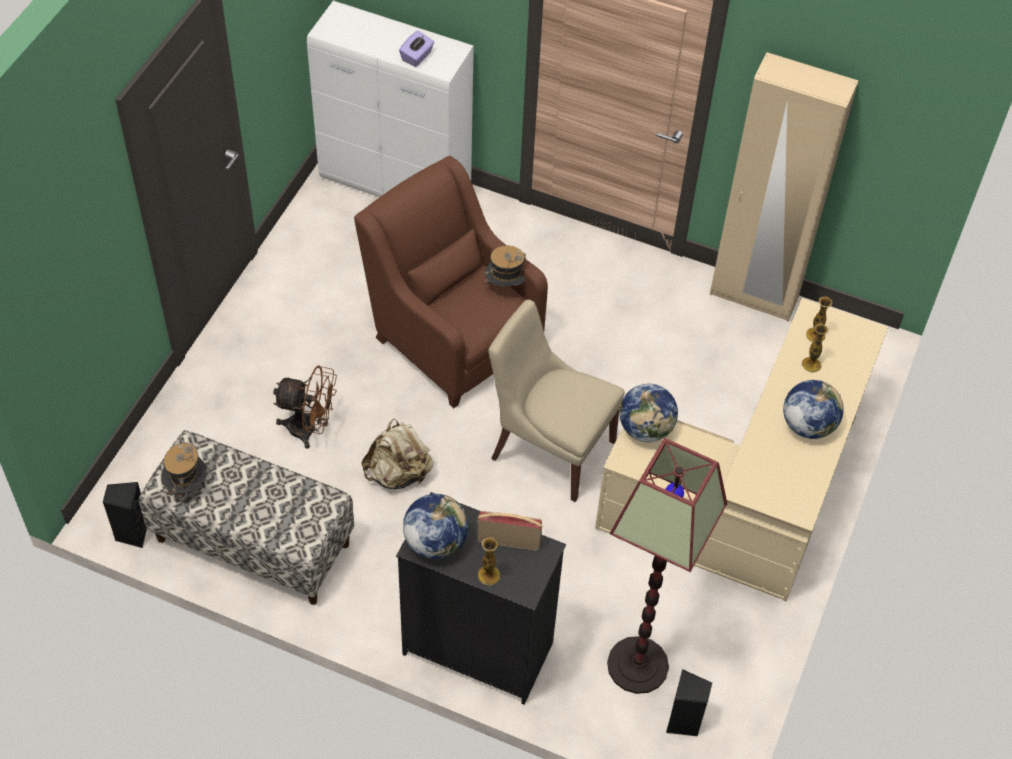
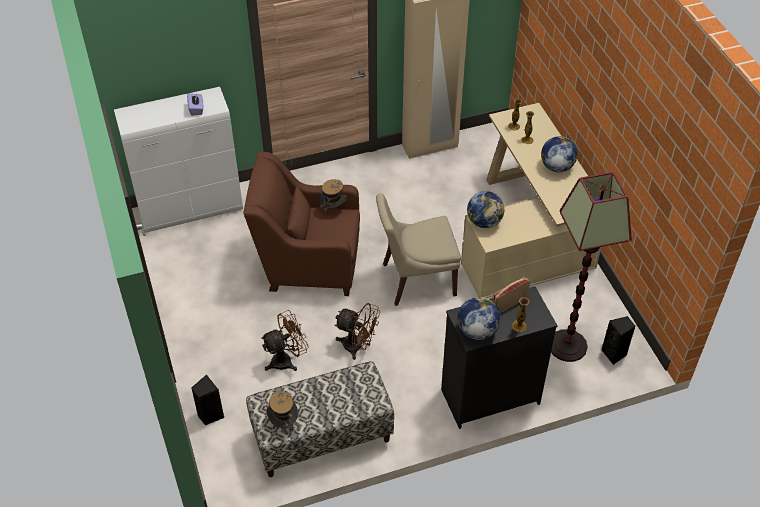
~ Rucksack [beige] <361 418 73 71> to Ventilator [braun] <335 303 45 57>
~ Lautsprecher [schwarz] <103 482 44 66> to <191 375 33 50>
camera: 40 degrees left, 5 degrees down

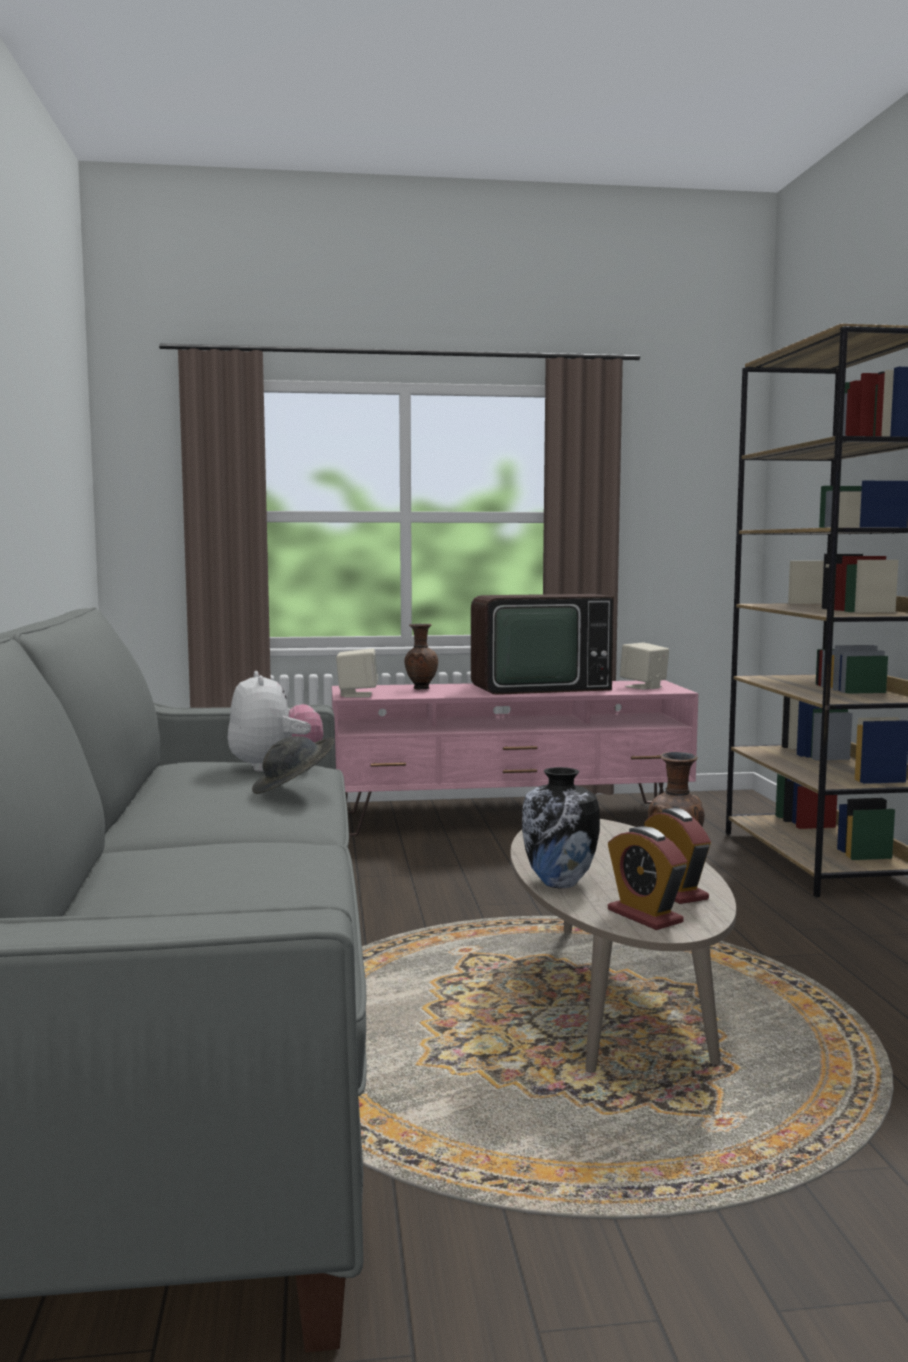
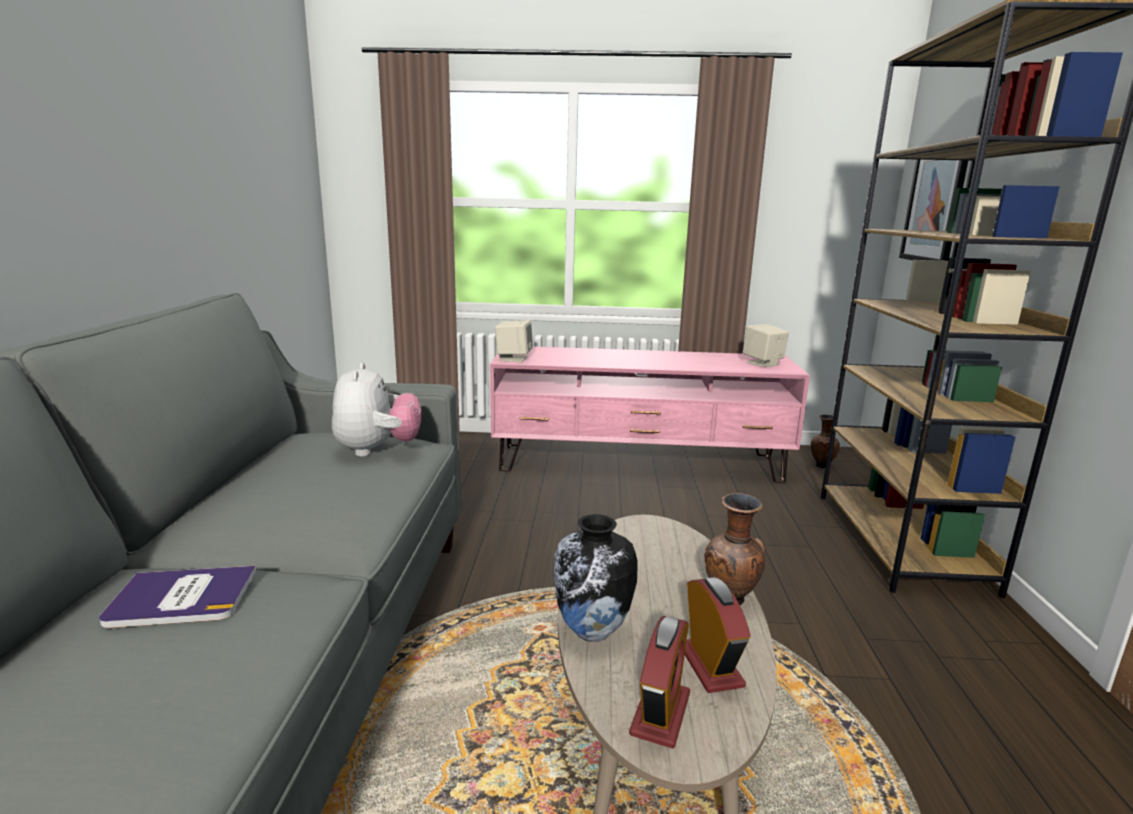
- Fernseher <471 594 143 101>
~ Vase [braun] <405 624 33 66> to <811 414 29 54>
- Hut [grau] <252 736 82 58>
~ Wecker <608 826 80 104> = <629 616 61 133> 135 degrees counterclockwise
+ Bild <899 137 69 124>
+ Buch <99 566 157 62>
camera: 10 degrees right, 10 degrees up

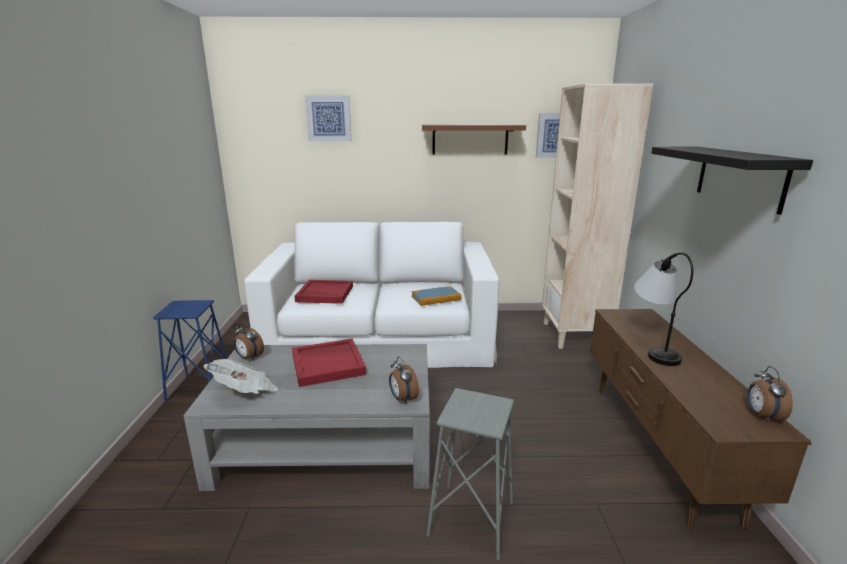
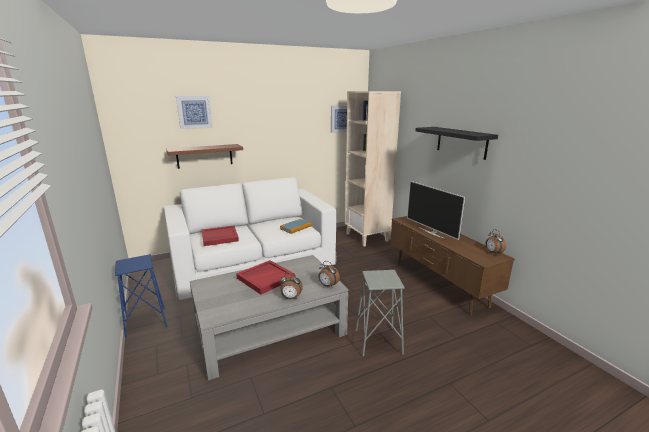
~ Wandregal [braun] <422 125 104 30> to <167 144 76 25>
~ Tischlampe <634 252 59 114> to Fernseher <407 181 58 59>
~ Wecker <233 322 31 39> to <280 272 23 27>
- Zeitung <204 359 74 35>
camera: 25 degrees left, 0 degrees up

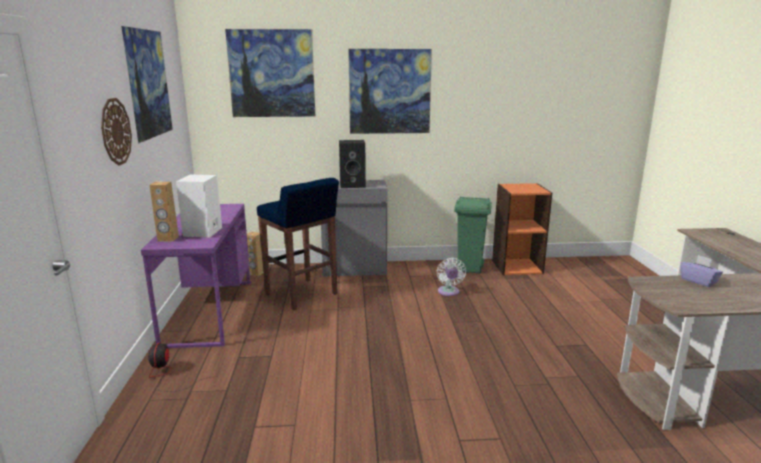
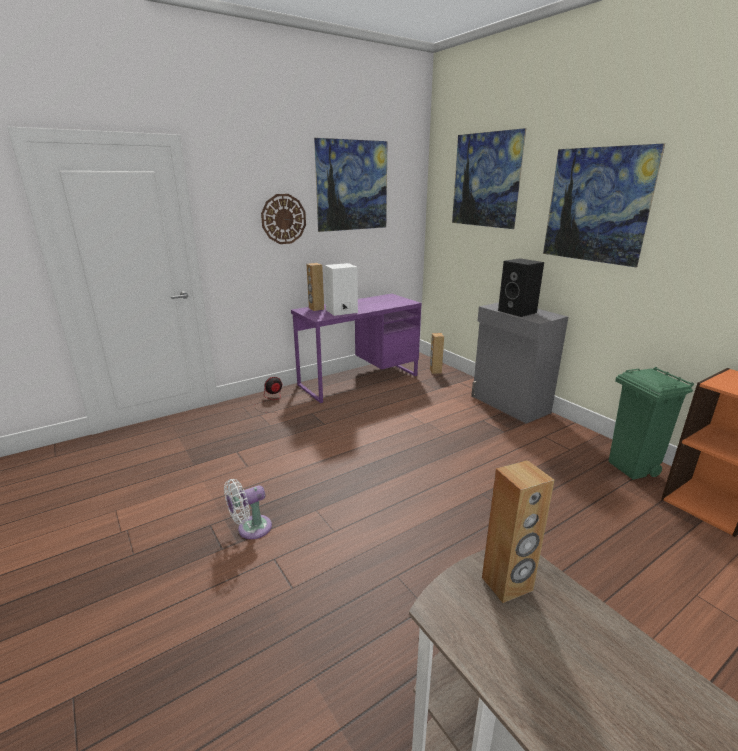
- Hocker [blau] <257 178 82 132>
- Taschentuchbox [lila] <680 255 43 32>
~ Ventilator [weiß] <437 258 29 38> to <224 479 48 60>
+ Lautsprecher [braun] <482 460 72 143>
camera: 60 degrees right, 5 degrees up

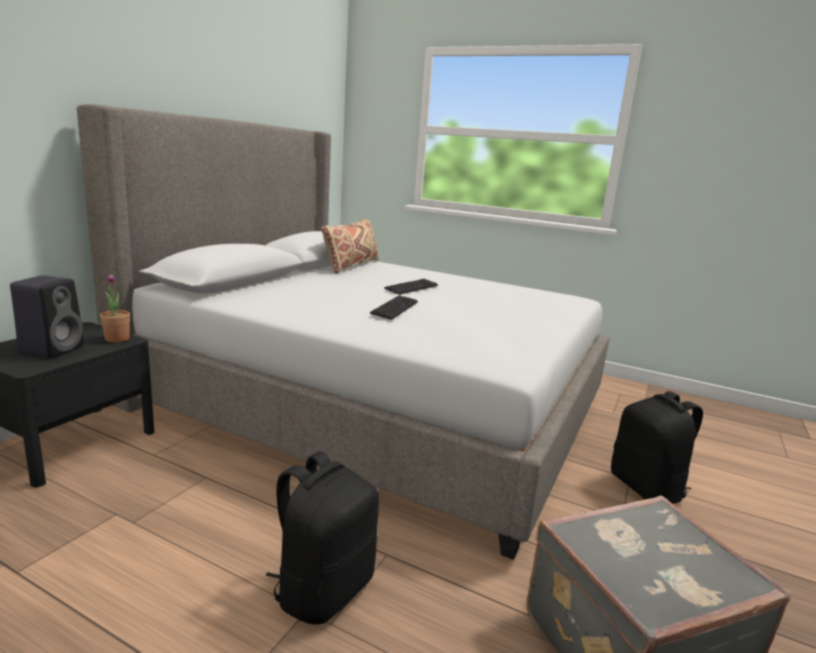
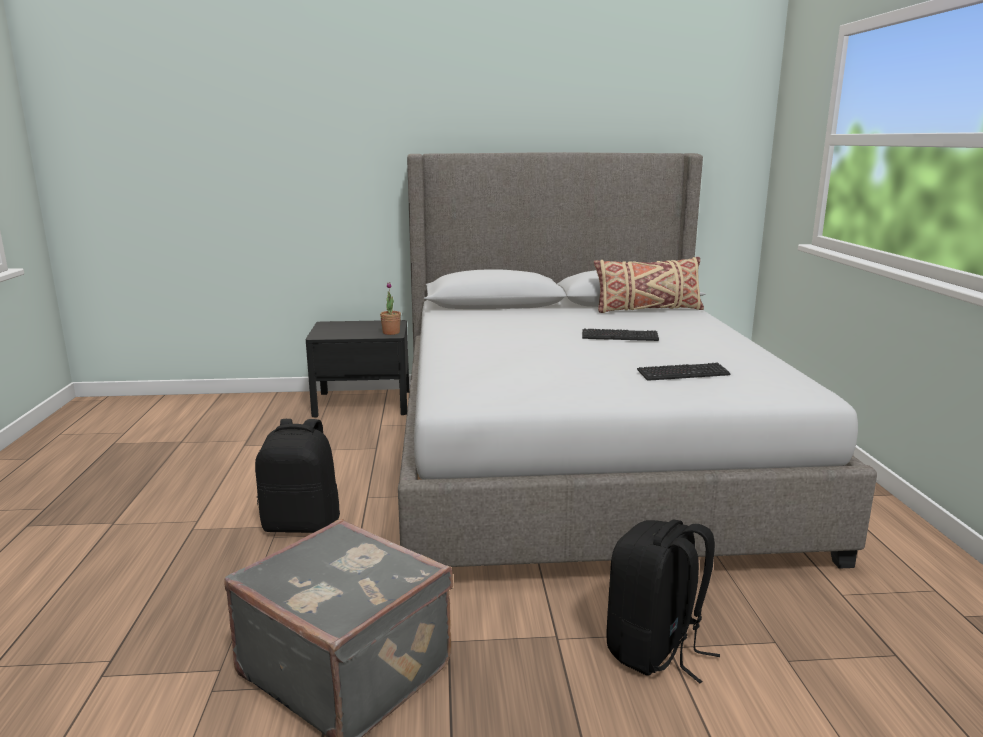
- Lautsprecher [schwarz] <10 275 74 83>
~ Tastatur <370 295 48 25> to <637 362 94 19>
camera: 60 degrees right, 0 degrees up

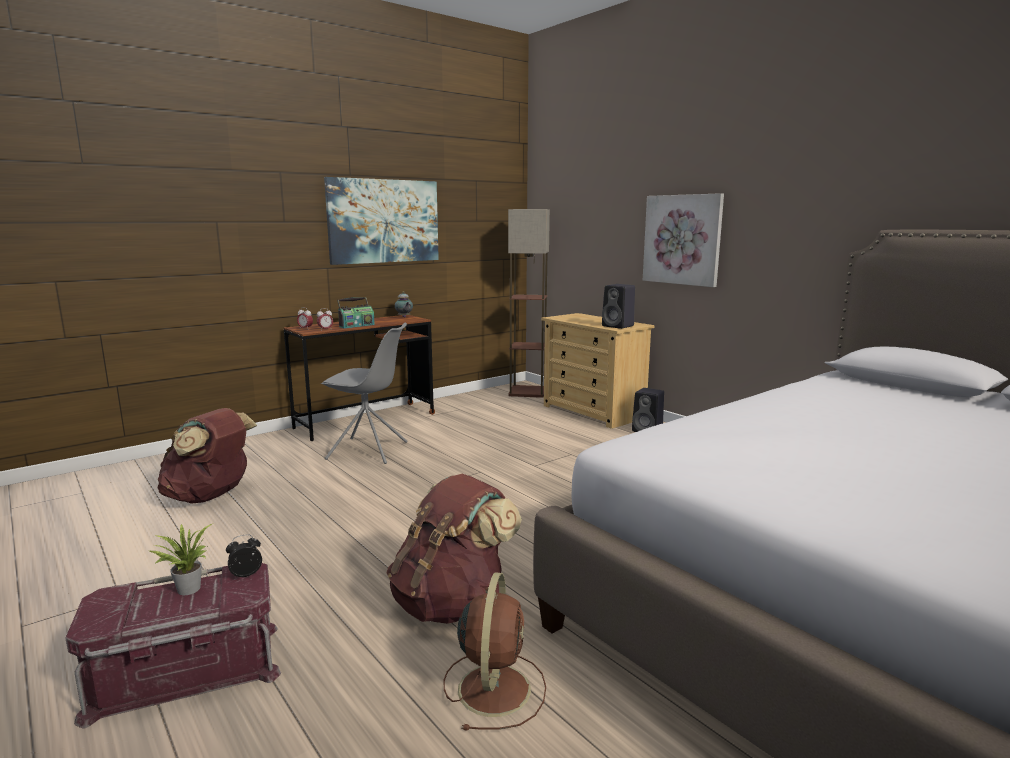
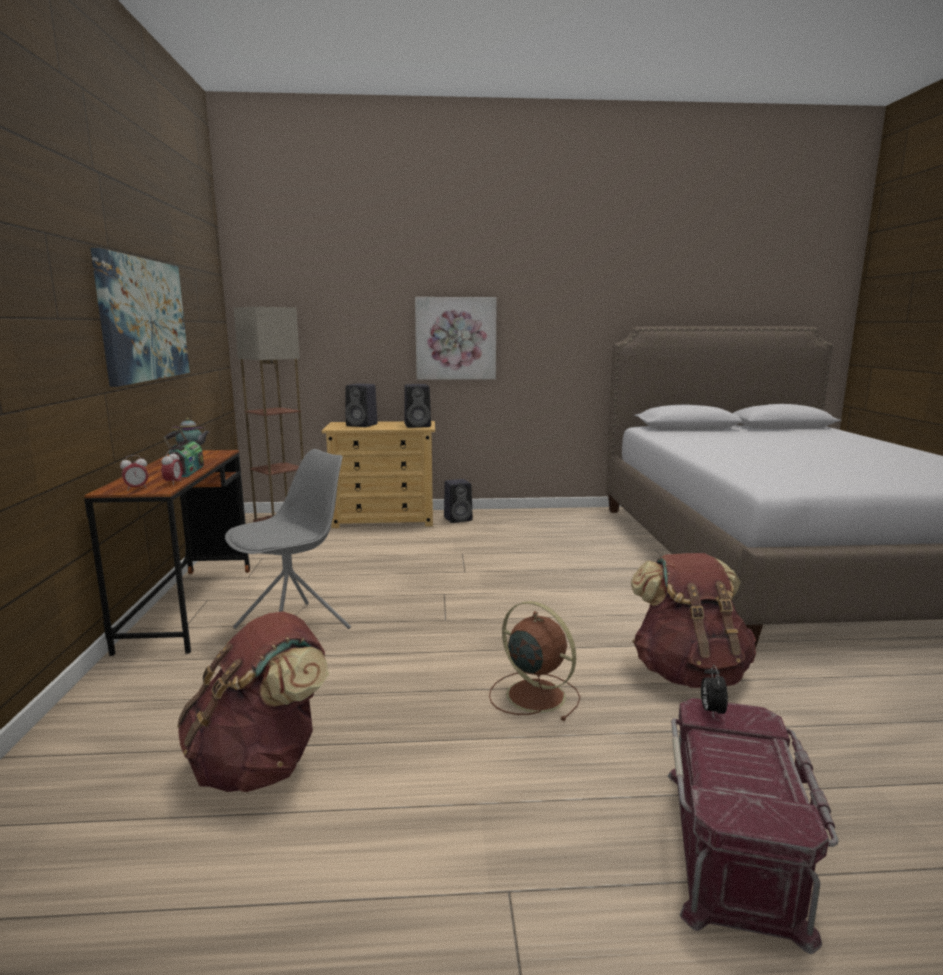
- Topfpflanze <150 523 64 72>
~ Ventilator [braun] <443 572 103 159> to <489 601 92 120>
+ Lautsprecher [schwarz] <345 383 33 44>
camera: 55 degrees left, 0 degrees up

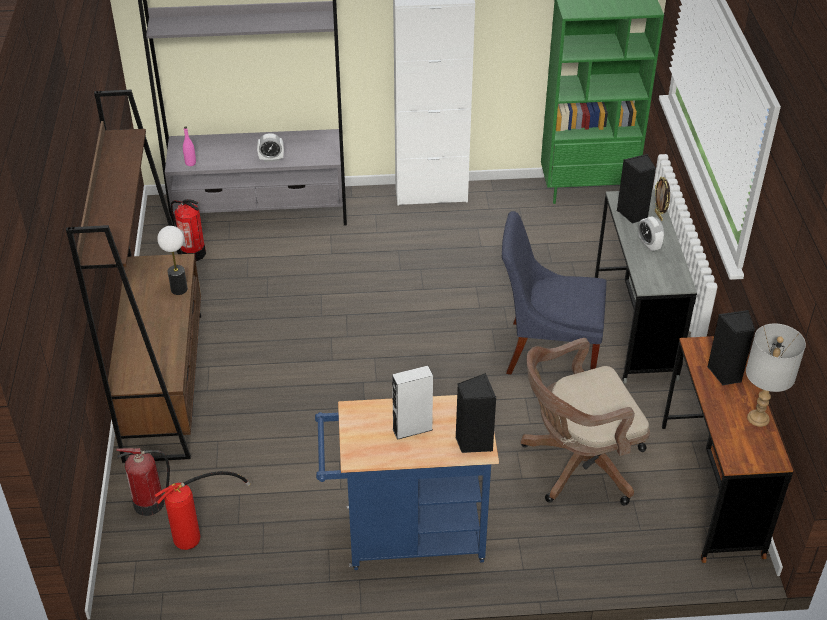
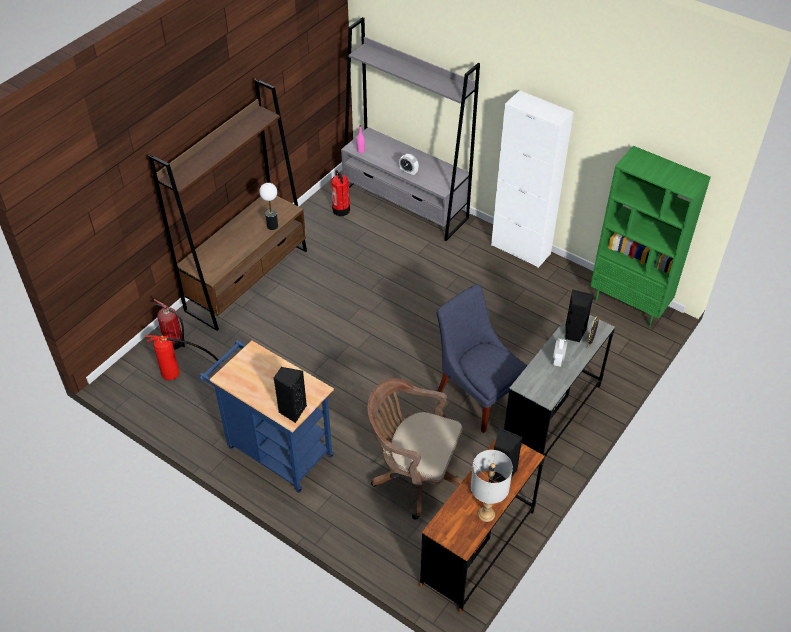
- Lautsprecher [grau] <392 365 41 75>
camera: 40 degrees right, 5 degrees up

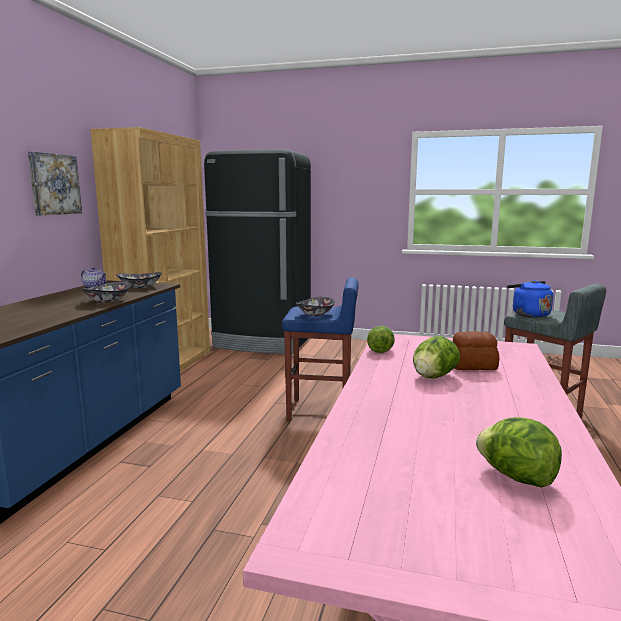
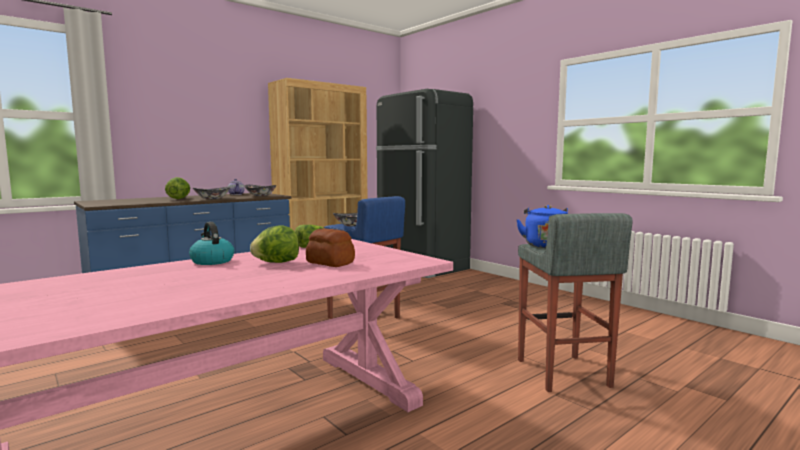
- Bild <28 151 54 64>
~ Salatkopf <476 417 86 71> to <165 177 25 22>
+ Wasserkessel <189 222 45 43>
camera: 35 degrees right, 5 degrees down

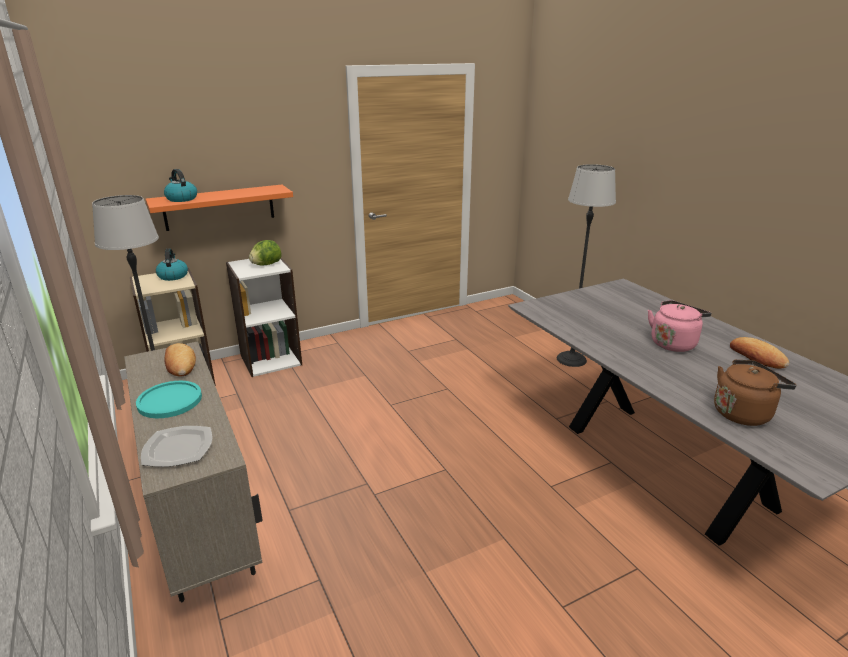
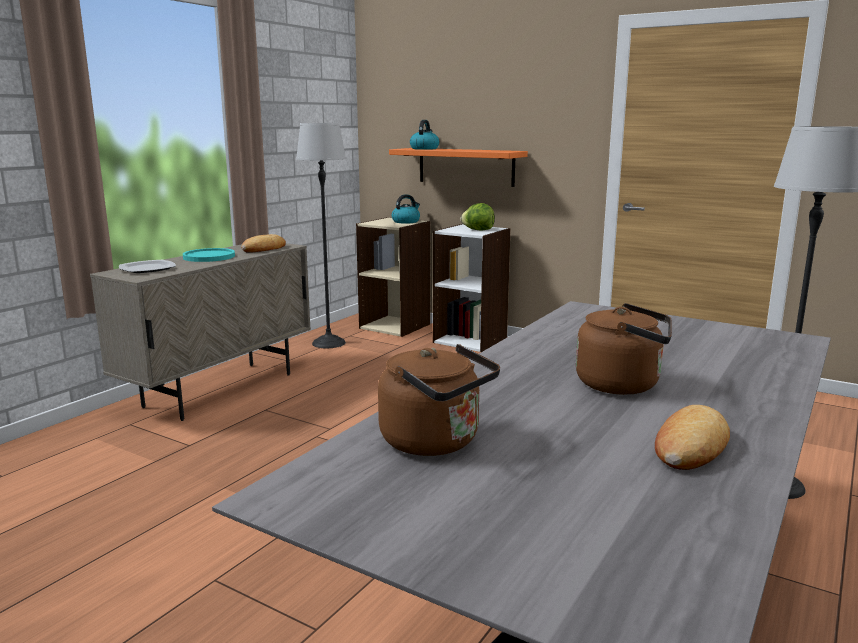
~ Wasserkessel [rosa] <648 300 63 52> to Wasserkessel [braun] <576 303 96 92>
camera: 60 degrees right, 10 degrees down

